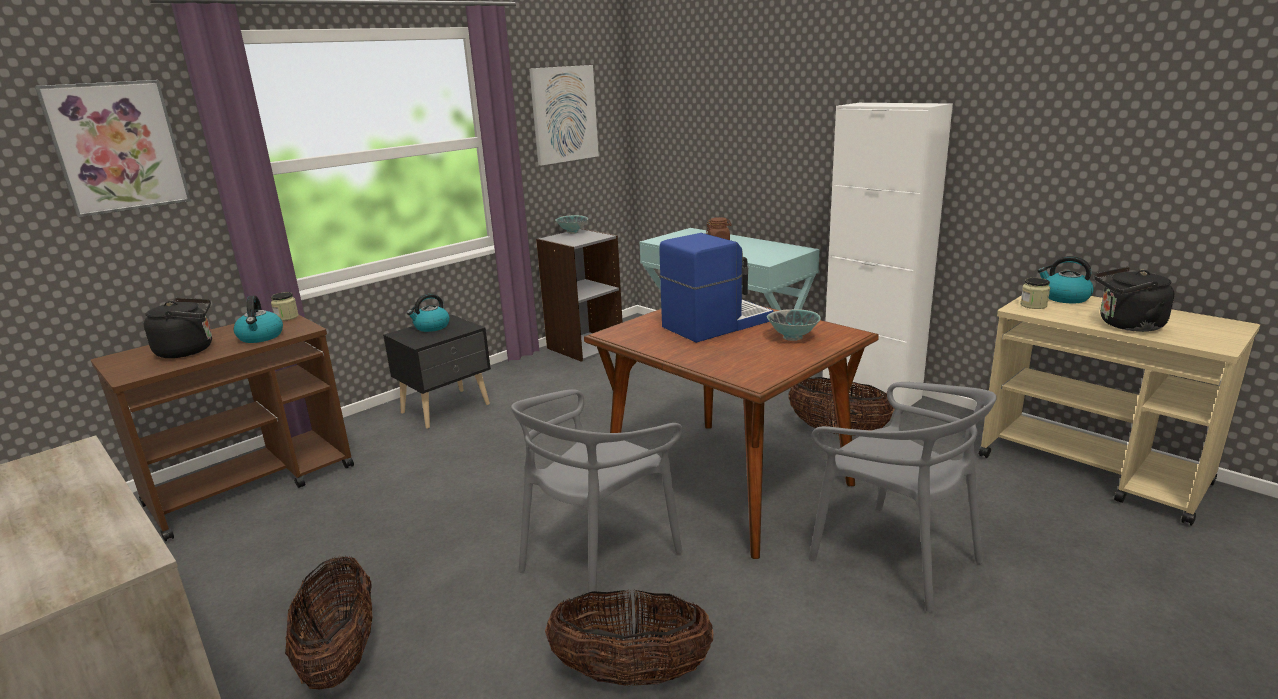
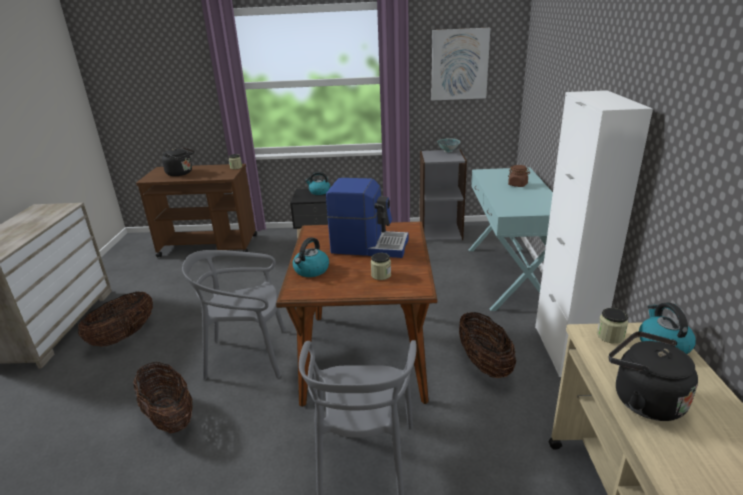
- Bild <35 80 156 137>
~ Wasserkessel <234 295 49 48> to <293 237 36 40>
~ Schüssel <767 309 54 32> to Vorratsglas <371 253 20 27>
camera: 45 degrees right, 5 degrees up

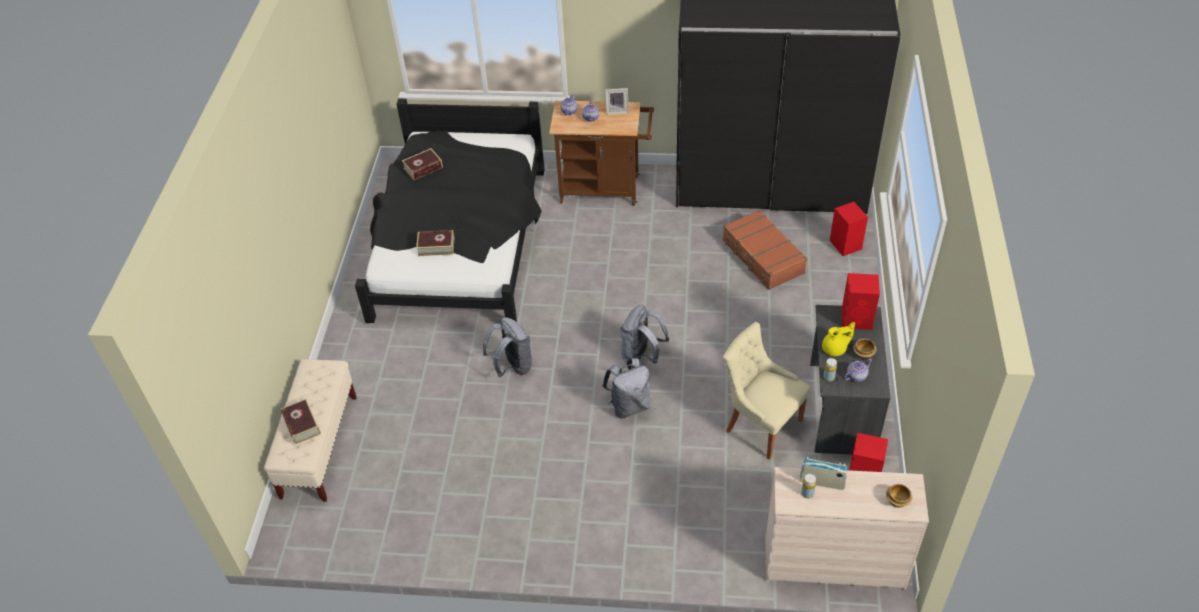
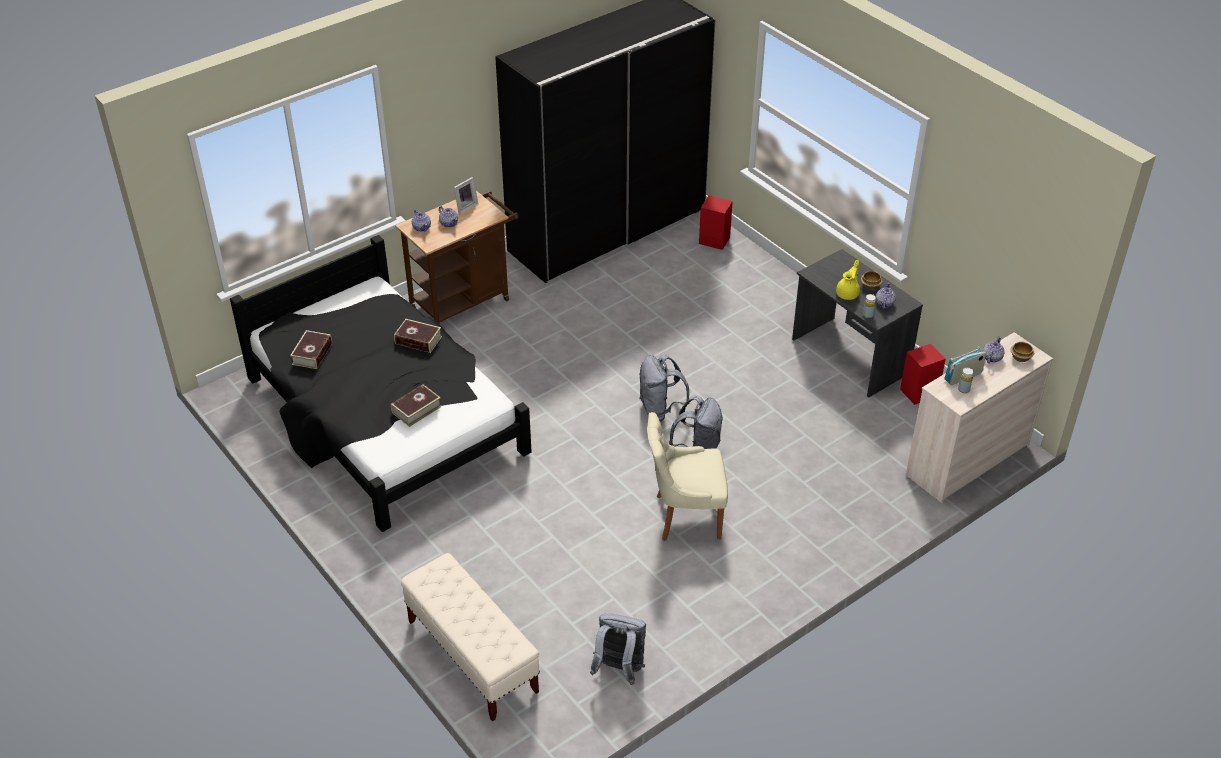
- Koffer [braun] <723 210 85 80>
- Lautsprecher [rot] <842 273 38 57>
~ Rucksack [grau] <483 317 49 60> to <590 613 56 72>
~ Stuhl [beige] <723 322 87 137> to <647 412 81 129>
~ Buch <281 398 40 47> to <394 319 48 34>
+ Teekanne <983 336 22 27>
camera: 45 degrees left, 5 degrees down

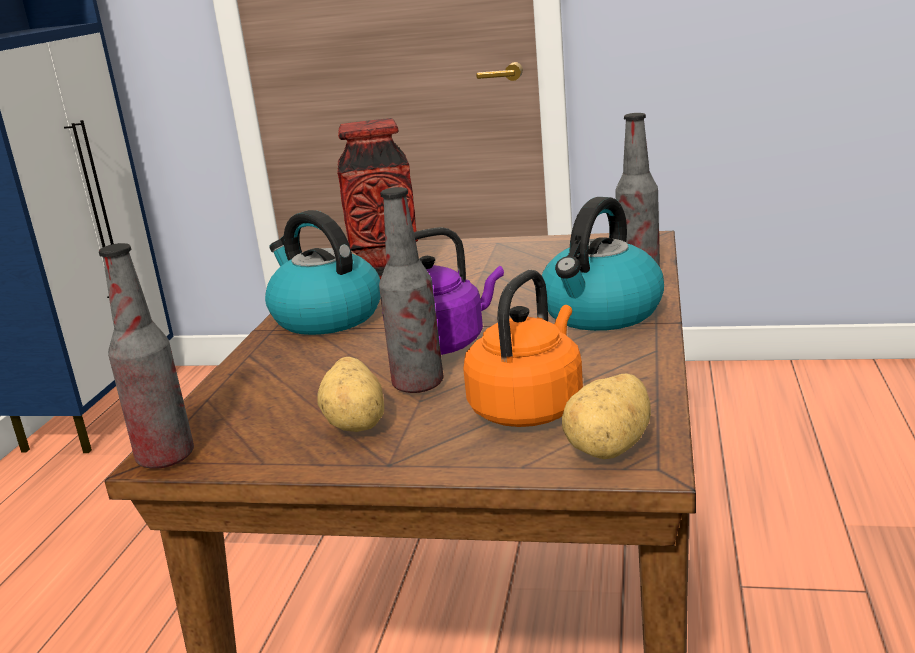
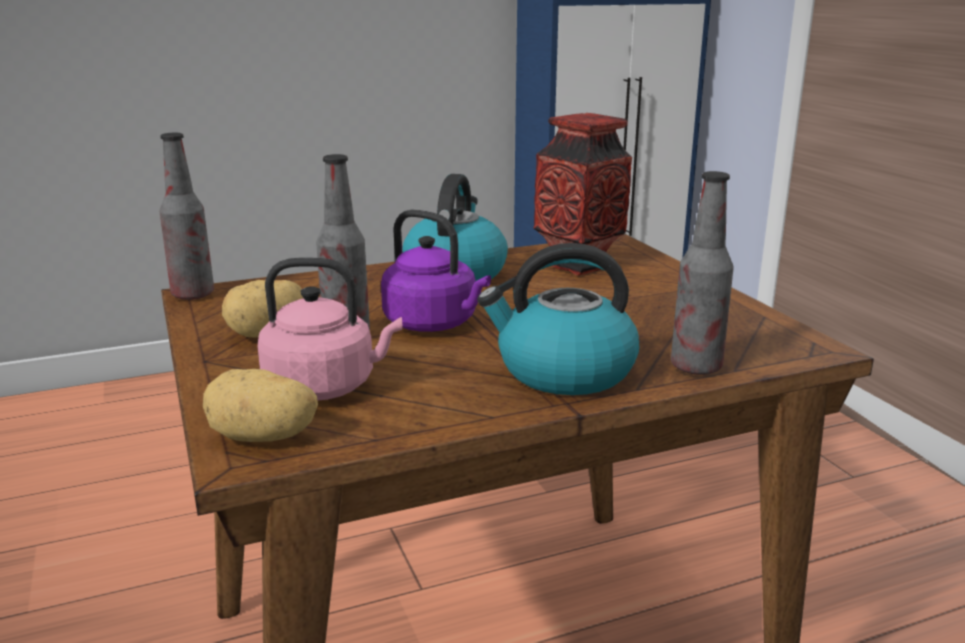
~ Wasserkessel [orange] <463 270 120 157> to Wasserkessel [rosa] <258 258 144 142>
camera: 55 degrees right, 0 degrees up

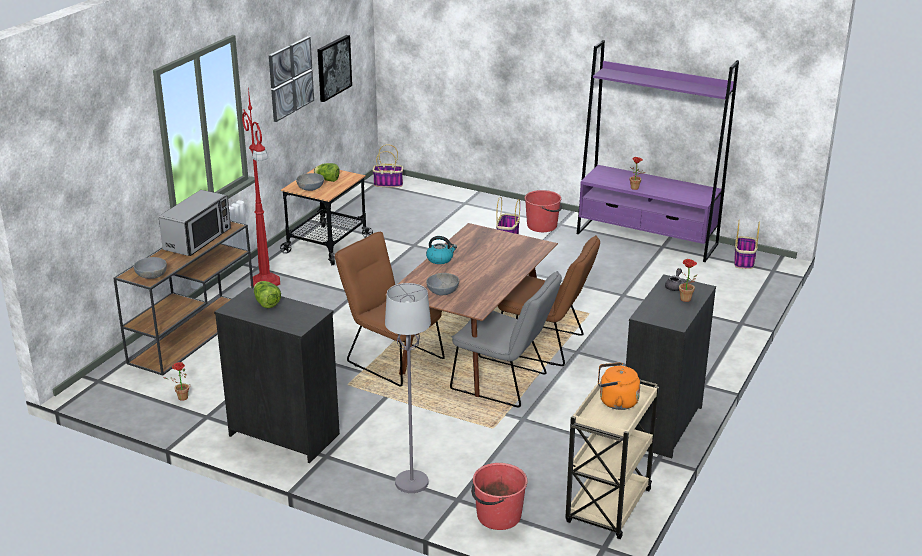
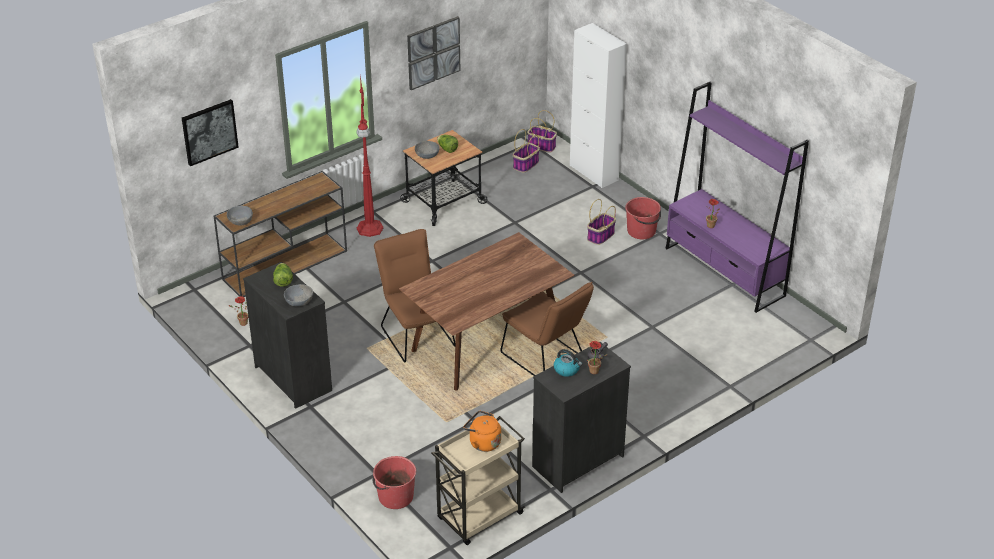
~ Bild <317 35 35 67> to <182 99 57 67>
- Mikrowelle <159 190 72 66>
~ Korb <734 219 26 50> to <513 129 27 44>
~ Wasserkessel <426 236 31 28> to <554 349 28 28>
- Stuhl [grau] <450 271 112 136>
~ Schüssel [grau] <426 273 33 23> to <284 284 29 22>
- Stehlampe [grau] <385 283 46 210>
+ Schrank [weiß] <570 23 57 165>
camera: 25 degrees right, 10 degrees up

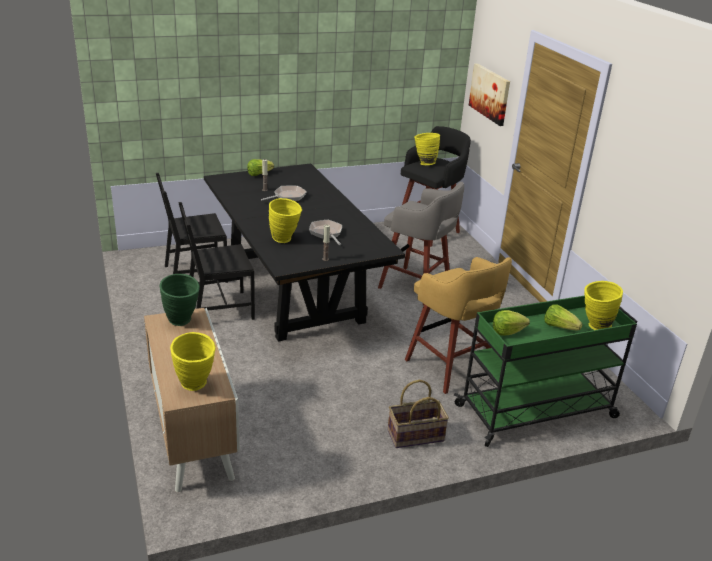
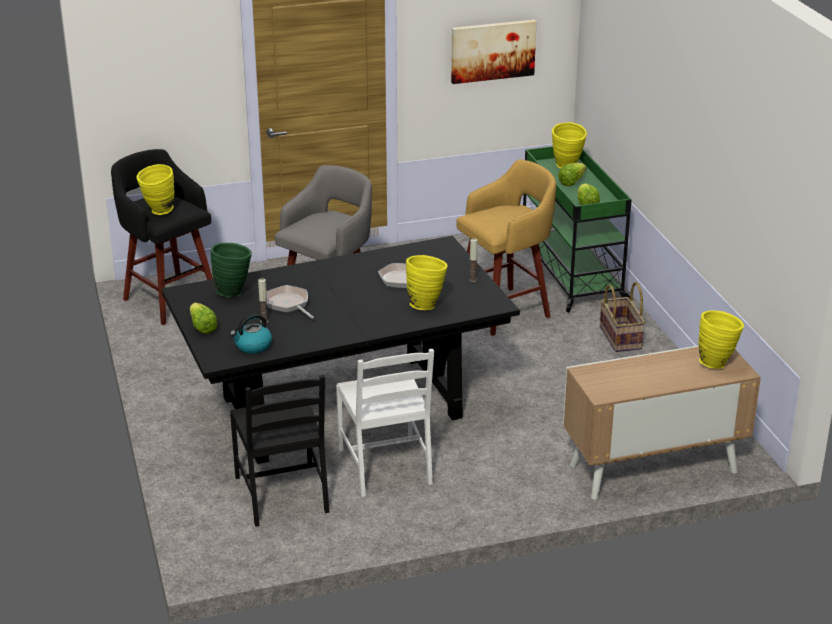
~ Bild <469 63 41 63> to <451 20 86 64>
~ Stuhl [schwarz] <178 202 77 118> to Stuhl [weiß] <336 349 98 148>
~ Vase [grün] <159 274 41 52> to <211 243 41 54>
+ Wasserkessel <230 313 42 41>
camera: 85 degrees left, 0 degrees up

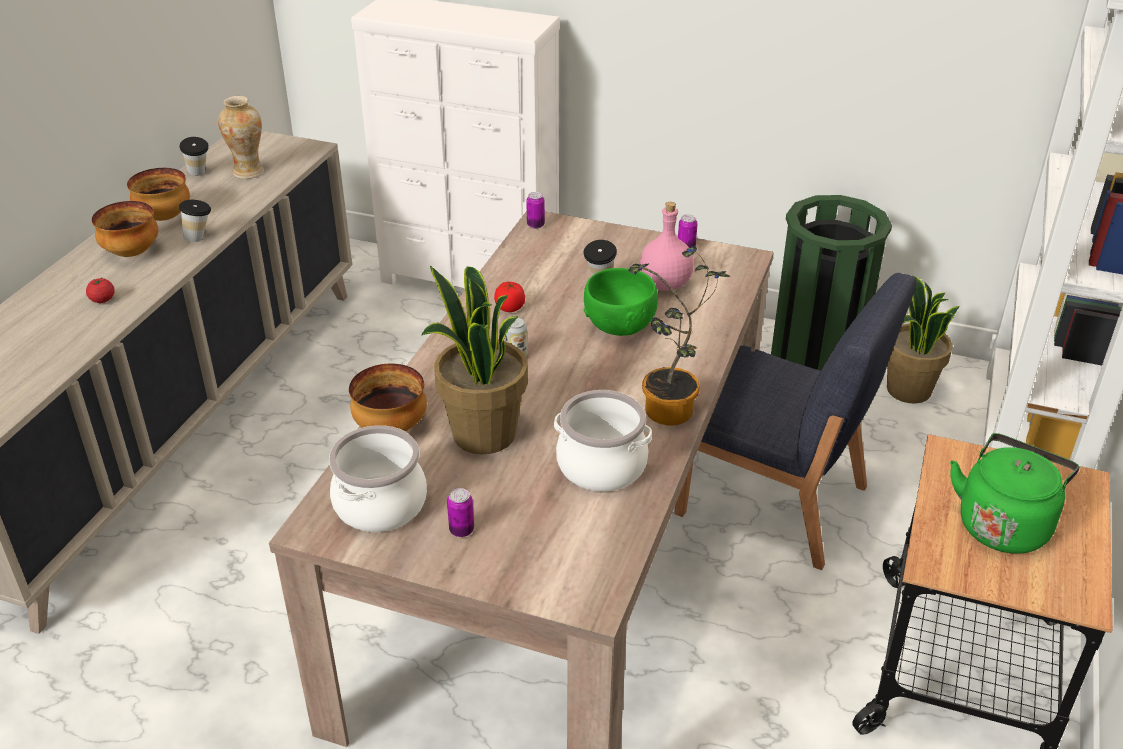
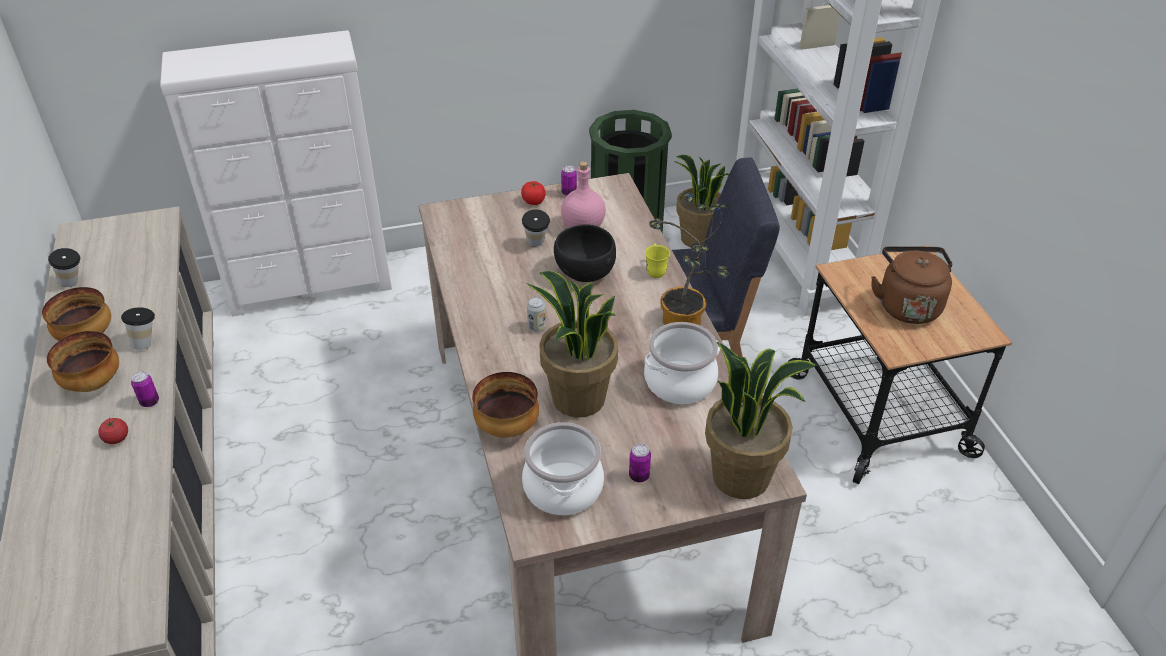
- Vase <218 96 46 83>
~ Dose <526 192 19 37> to <131 371 28 36>
~ Schüssel [grün] <584 268 74 68> to Schüssel [schwarz] <554 224 62 58>
~ Tomate <494 282 31 30> to <521 181 25 24>
~ Wasserkessel [grün] <950 433 130 121> to Wasserkessel [braun] <871 246 81 78>
+ Henkelbecher [gelb] <645 244 25 34>
+ Topfpflanze <705 342 112 157>
camera: 35 degrees left, 5 degrees up

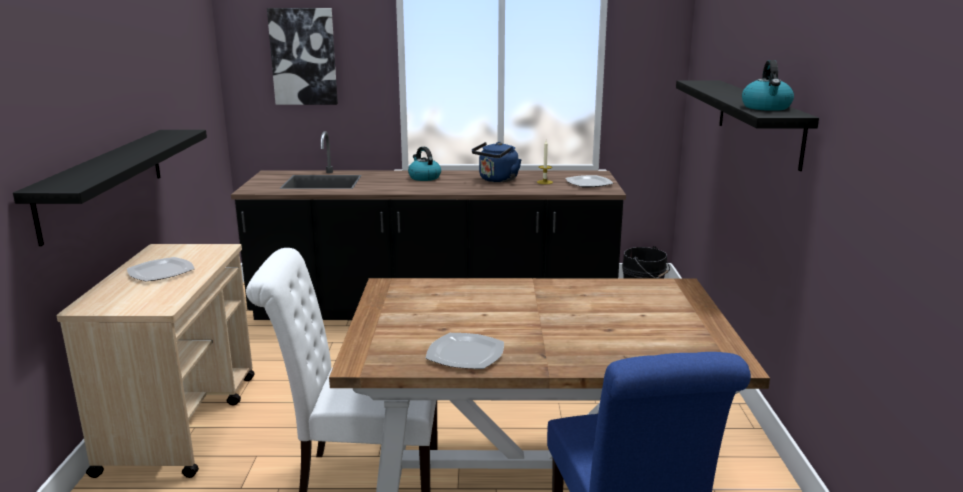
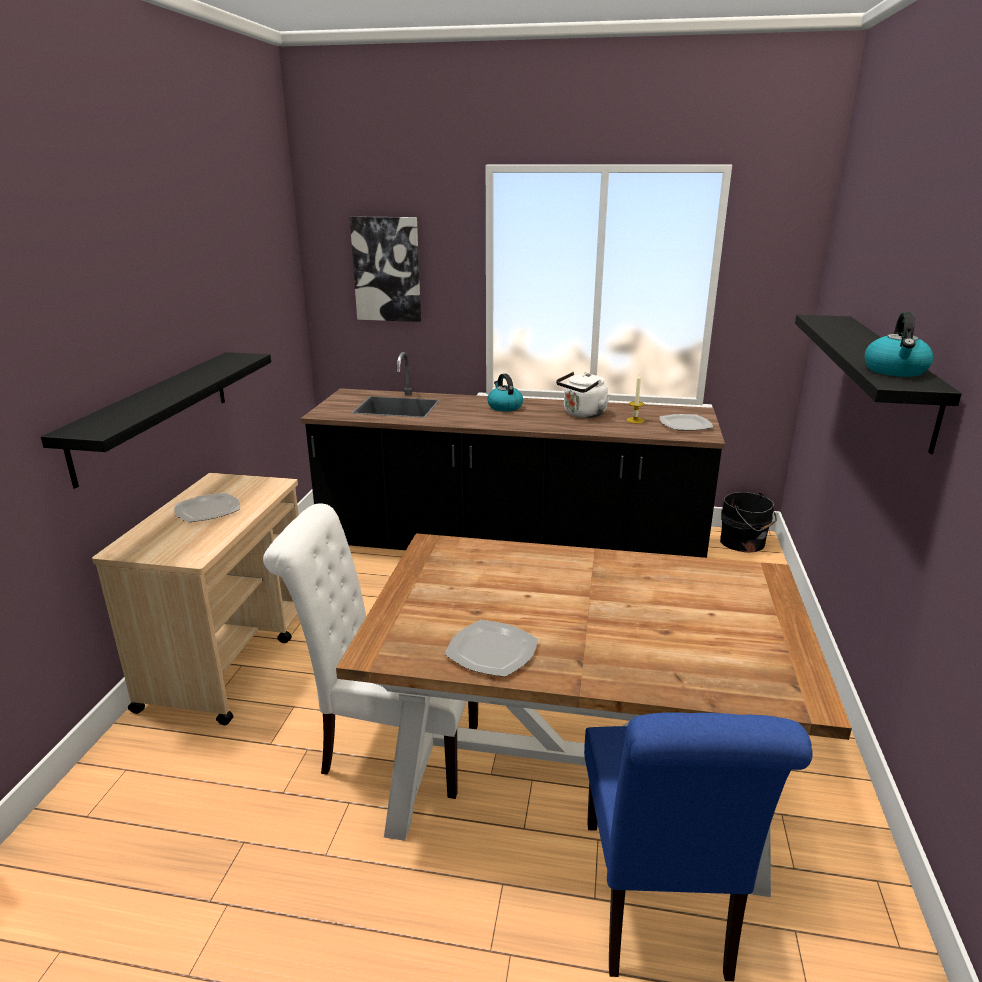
~ Wasserkessel [blau] <472 142 50 40> to Wasserkessel [weiß] <556 372 54 46>
camera: 10 degrees right, 5 degrees up

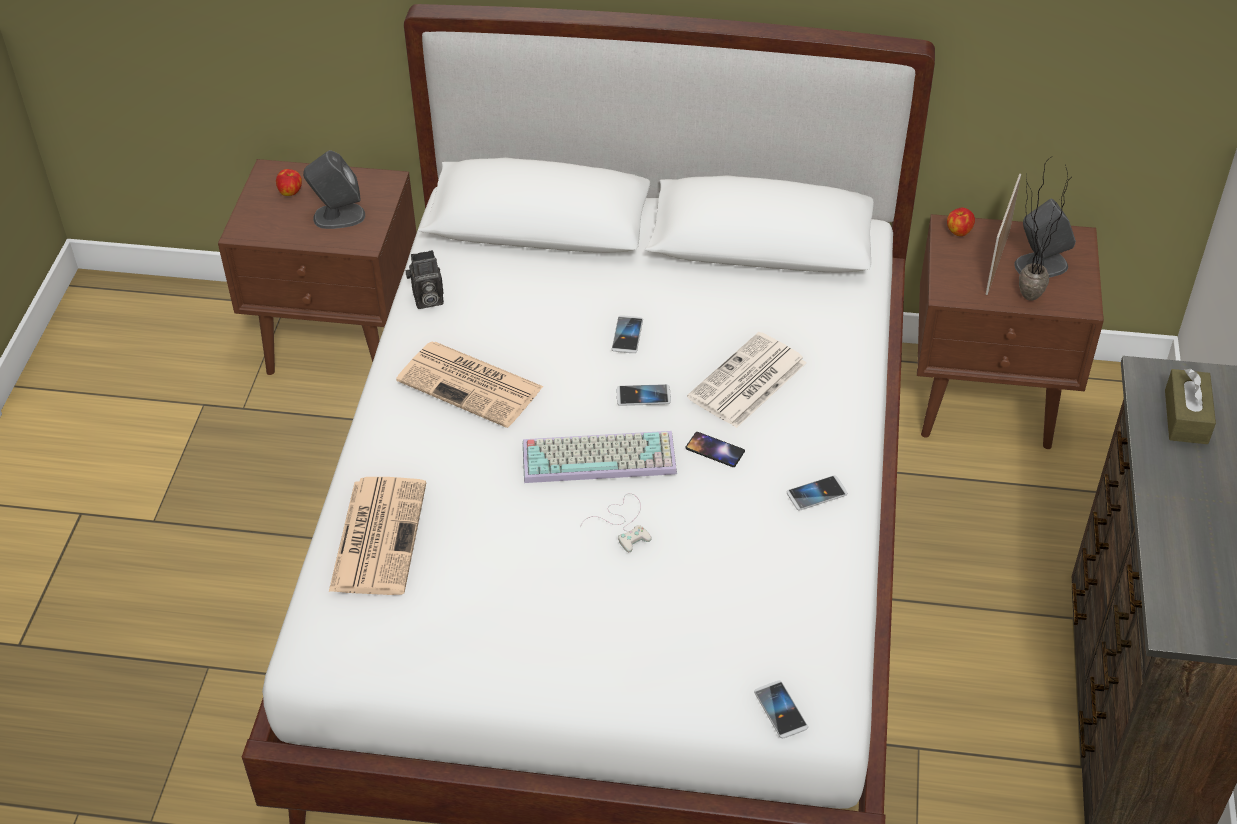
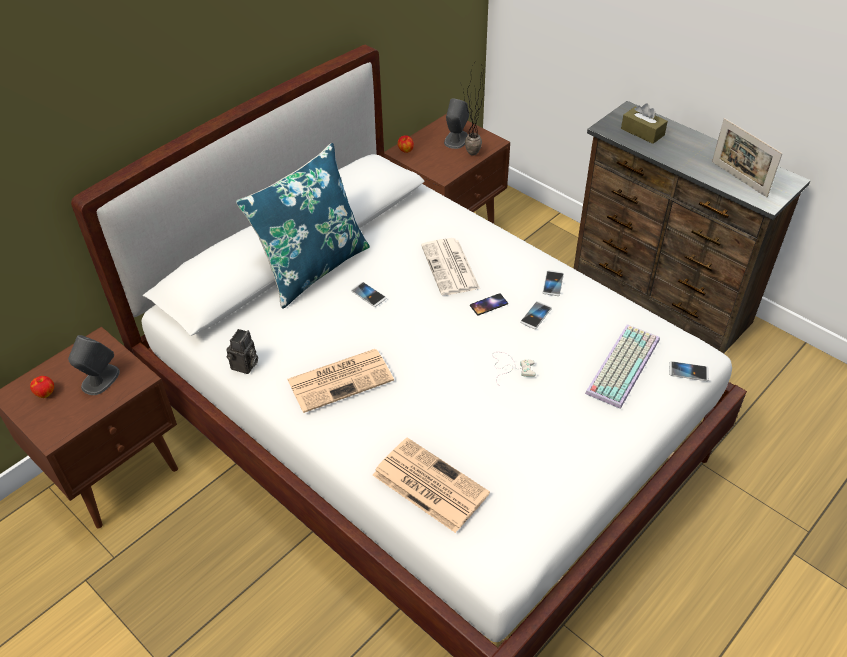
~ Bilderrahmen <986 174 35 121> to <712 118 71 79>
~ Handy <617 384 54 22> to <520 301 32 28>
~ Tastatur <523 431 154 52> to <585 324 75 85>
+ Kissen [blau] <236 143 134 166>
camera: 55 degrees left, 0 degrees up

